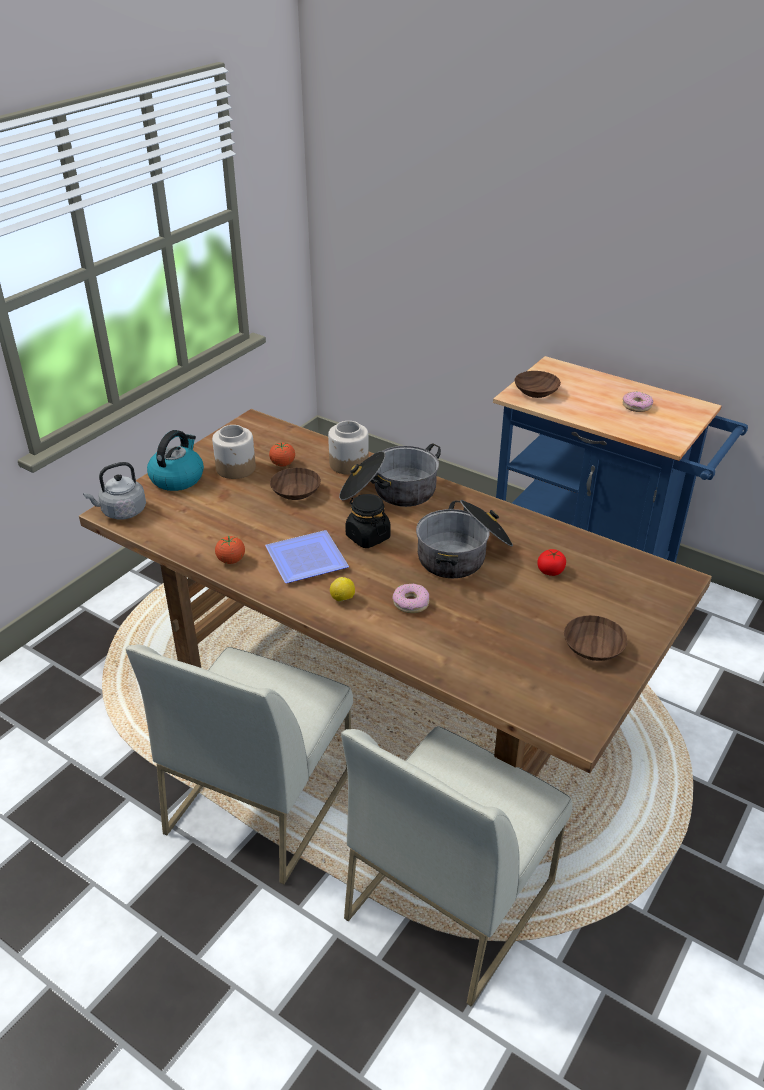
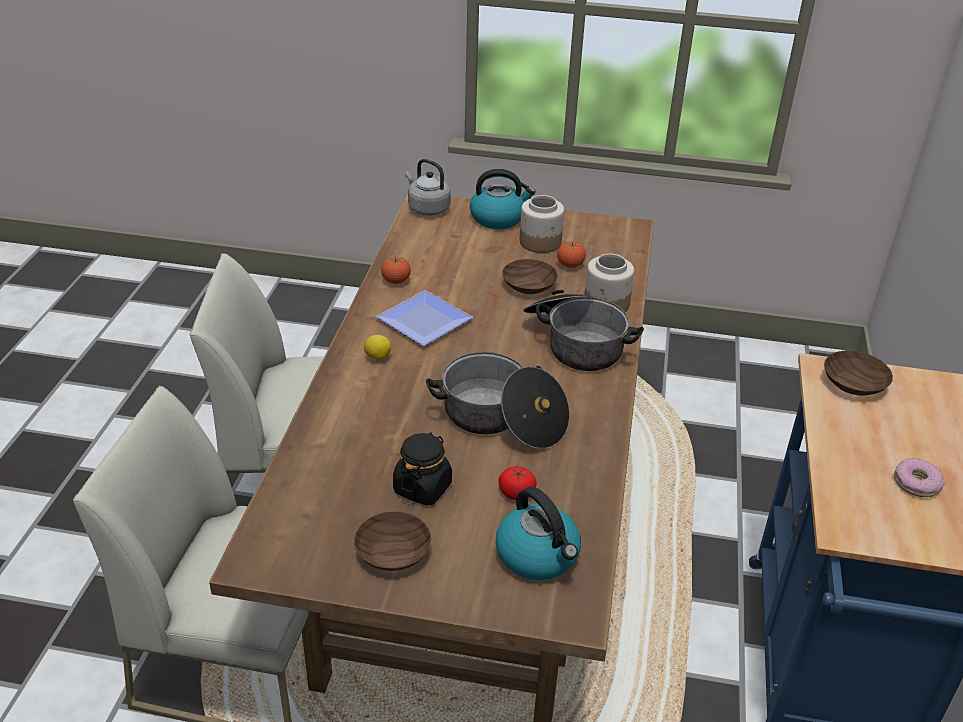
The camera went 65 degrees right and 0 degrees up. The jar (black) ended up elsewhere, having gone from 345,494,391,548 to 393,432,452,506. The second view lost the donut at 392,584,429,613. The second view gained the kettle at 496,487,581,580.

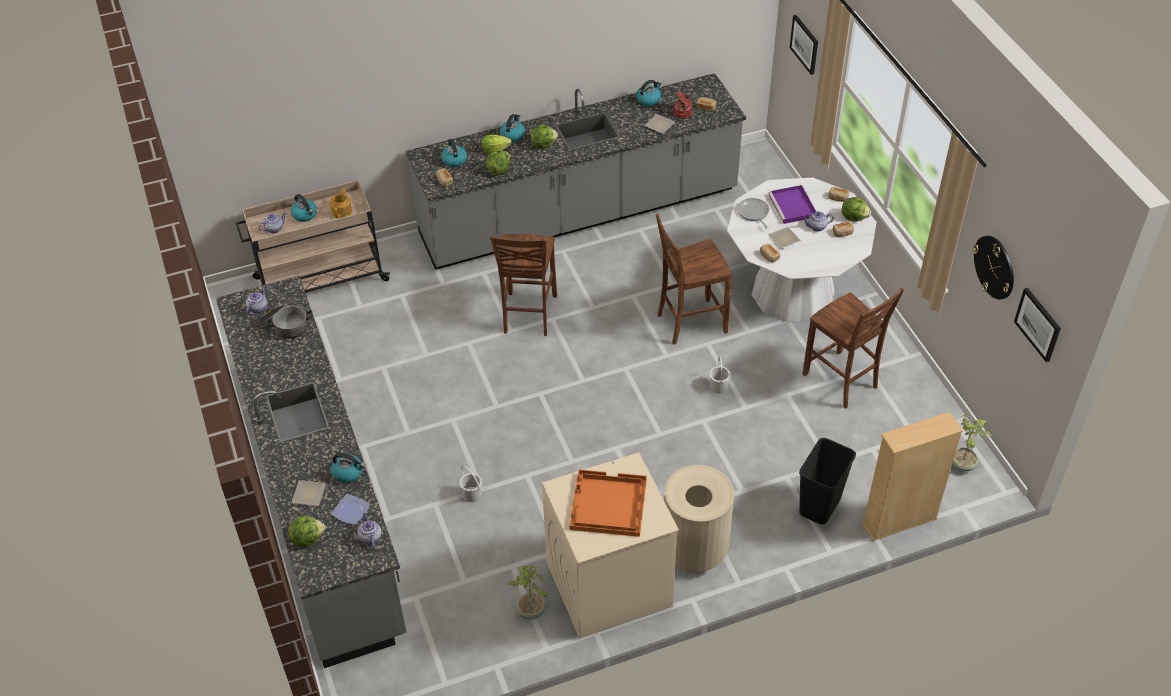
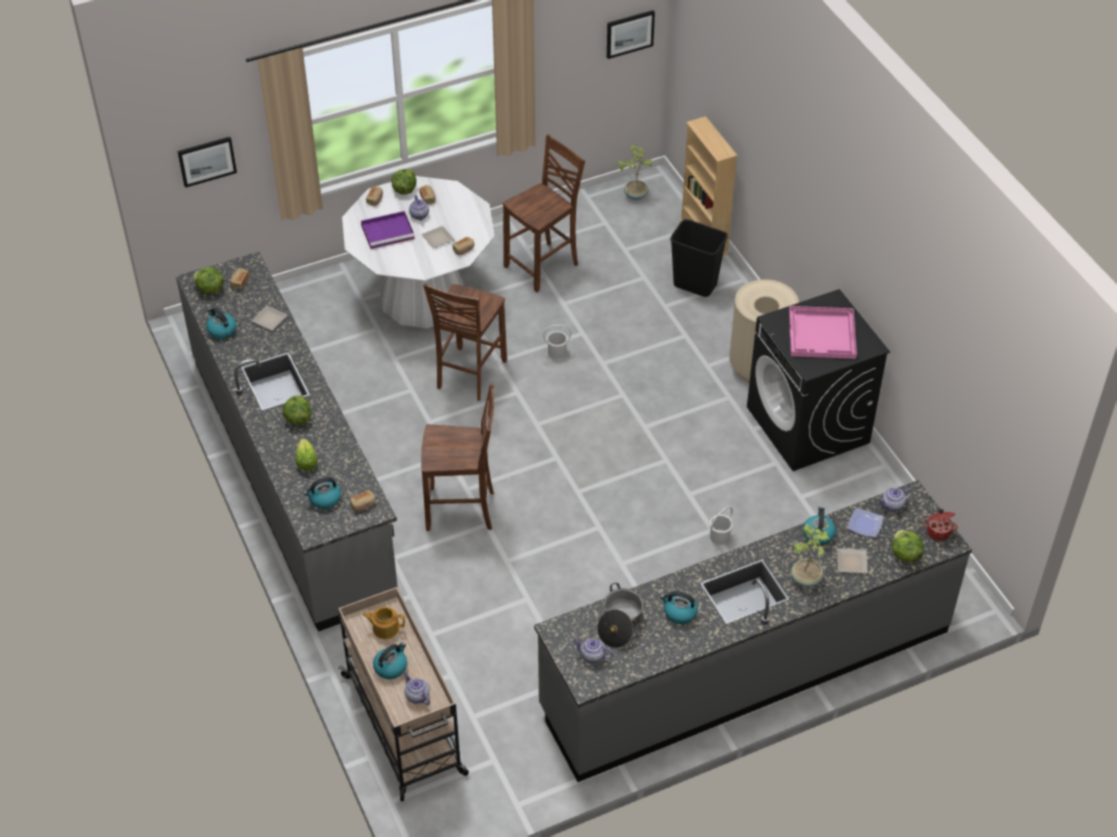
The camera went 95 degrees left and 0 degrees up. The cooking pot ended up elsewhere, having gone from 673,92,692,119 to 923,509,958,541. The kettle ended up elsewhere, having gone from 500,114,525,142 to 660,591,698,624. The lettuce ended up elsewhere, having gone from 486,150,510,175 to 193,267,224,294. The second view lost the frying pan at 738,198,769,229. The chair (brown) at 656,214,732,345 ended up facing another way, 45 degrees clockwise from before. The second view lost the wall clock at 973,236,1014,300. What was the washing machine (beige) at 542,452,679,639 turned into the washing machine (black) at 747,289,890,471. What was the tray (orange) at 569,470,647,537 turned into the tray (pink) at 789,306,857,359. The potted plant ended up elsewhere, having gone from 508,565,547,620 to 791,524,830,587.

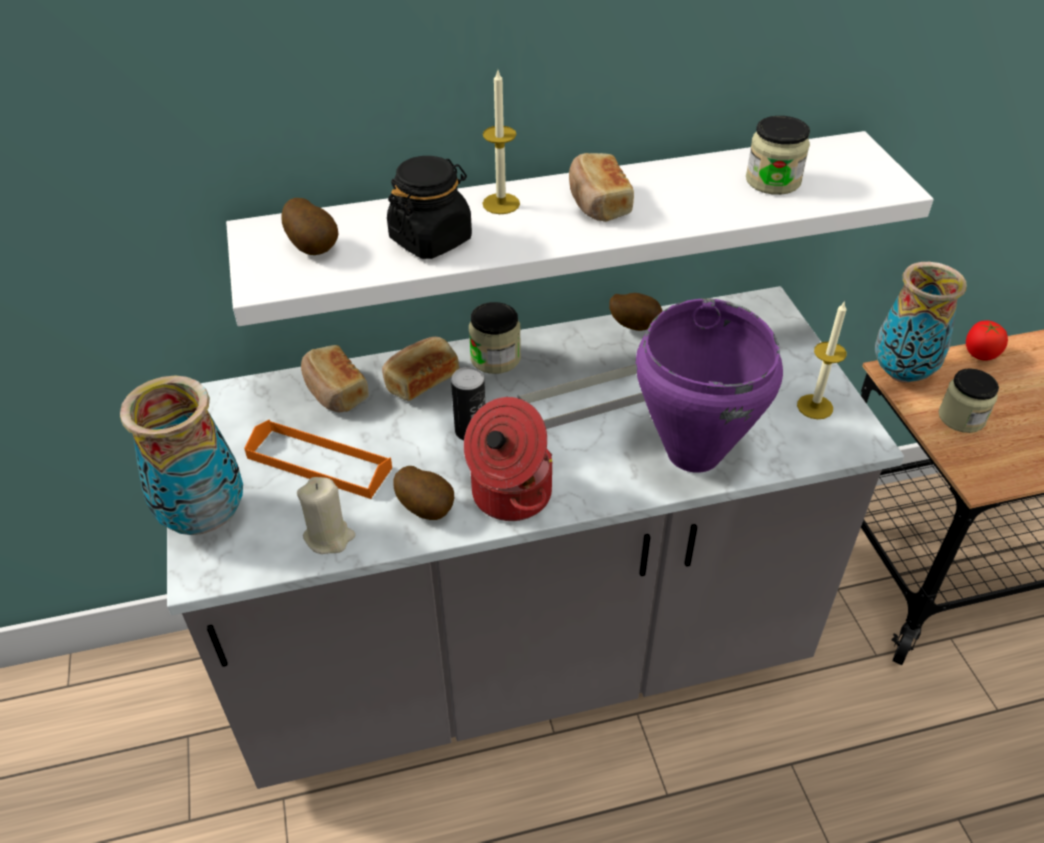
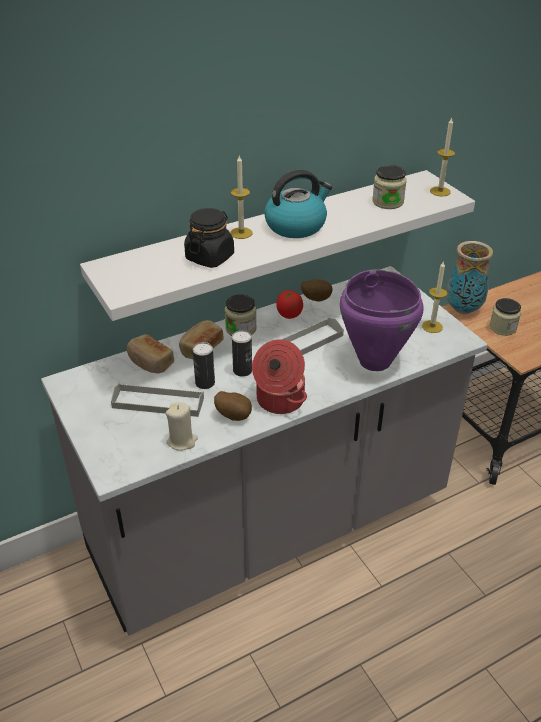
The camera went 15 degrees left and 5 degrees down. Where the bread stood at 569,153,634,222, the kettle came to stand at 264,170,332,238. The second view lost the potato at 281,198,339,255. The tomato ended up elsewhere, having gone from 966,320,1008,361 to 276,290,303,319. The second view lost the vase at 120,376,243,535. What was the tray (orange) at 244,420,392,499 turned into the tray (grey) at 111,383,204,417. The second view gained the candle at 430,118,455,197. The second view gained the can at 193,342,215,389.

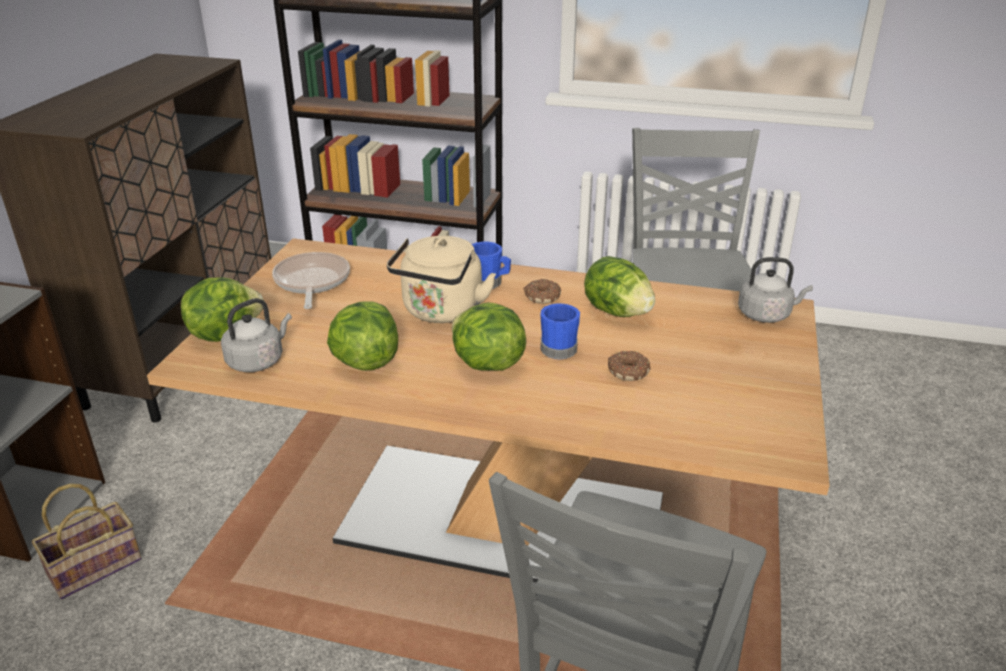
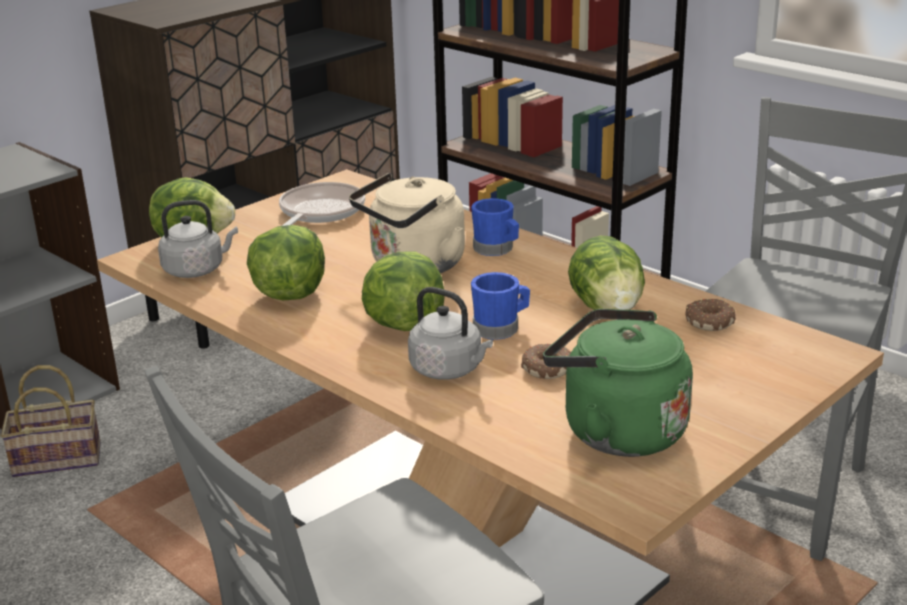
The camera went 30 degrees right and 5 degrees down. The kettle (grey) ended up elsewhere, having gone from 738,257,813,323 to 408,287,493,380. The donut ended up elsewhere, having gone from 523,279,561,304 to 685,299,736,331. The second view gained the kettle (green) at 543,309,693,457.

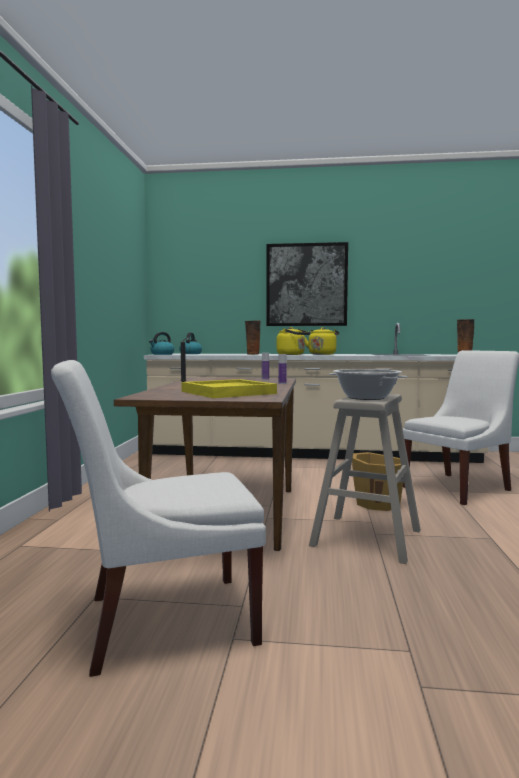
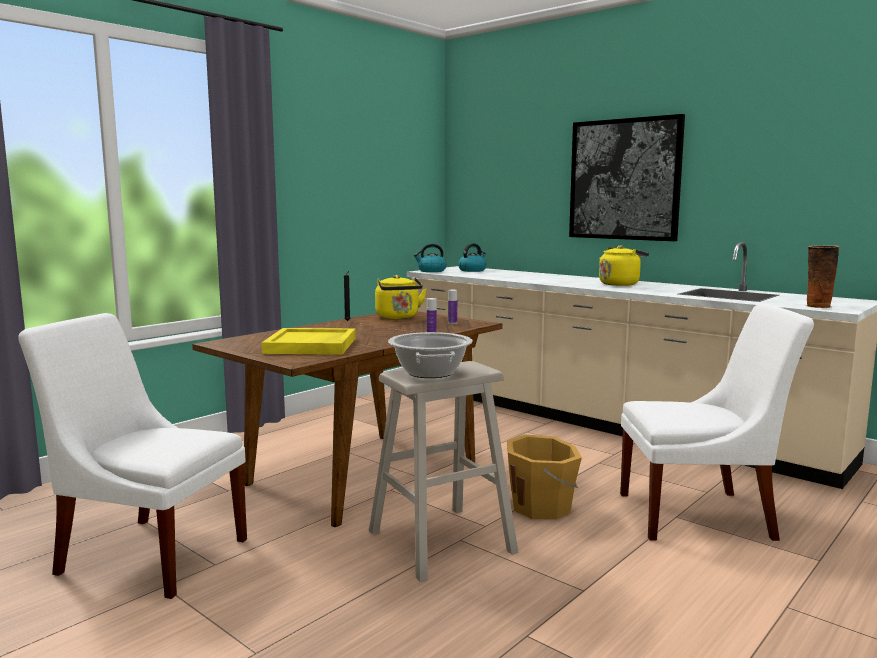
The camera went 35 degrees right and 5 degrees up. The second view lost the vase at 245,320,261,355. The kettle (yellow) ended up elsewhere, having gone from 276,327,310,355 to 375,275,427,319.

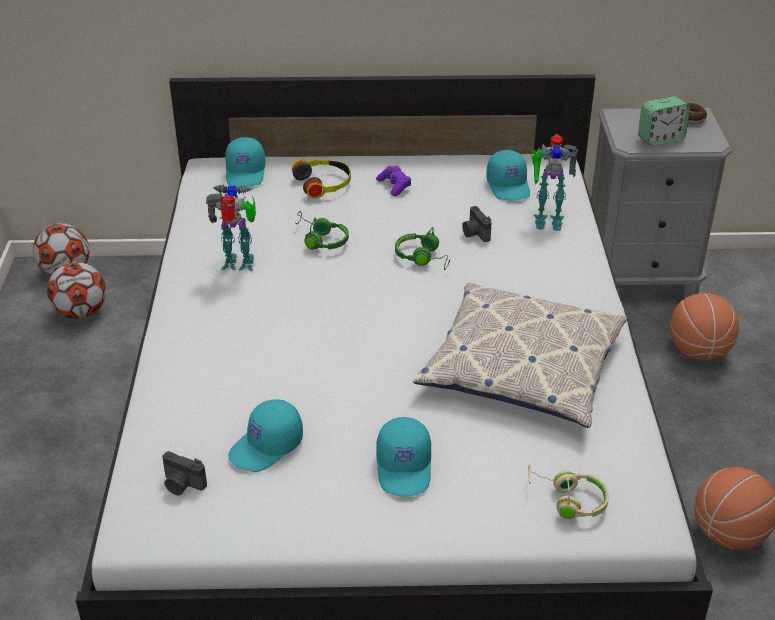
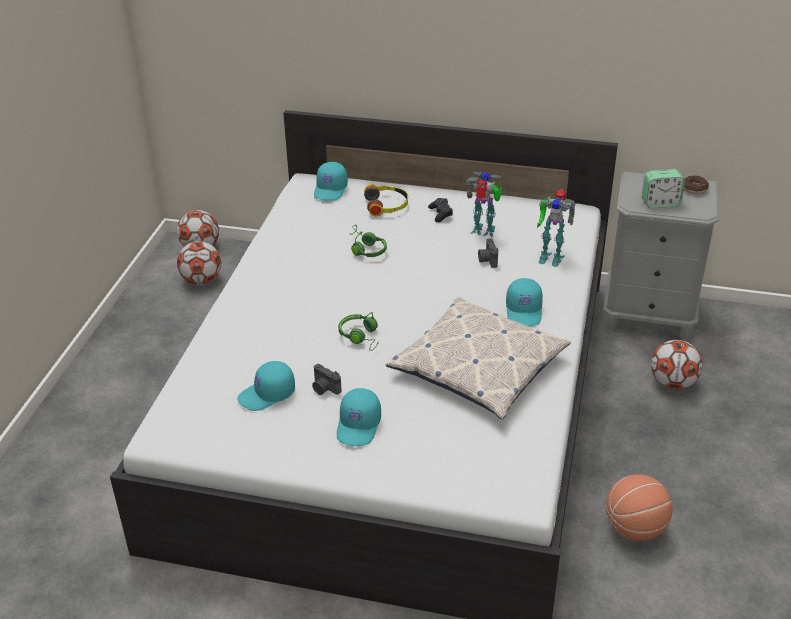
The camera went 15 degrees right and 0 degrees up. The cap (turquoise) ended up elsewhere, having gone from 486,150,530,200 to 506,278,543,326. What was the game controller (purple) at 376,166,411,196 turned into the game controller (black) at 428,198,453,222. The toy robot ended up elsewhere, having gone from 206,185,257,271 to 466,171,502,237. The headphones (green) ended up elsewhere, having gone from 395,227,450,270 to 338,312,378,351. Where the basketball stood at 670,293,739,360, the football came to stand at 651,340,702,390. The photo camera ended up elsewhere, having gone from 162,451,207,495 to 312,364,342,395. The second view lost the headphones (beige) at 528,464,609,520.

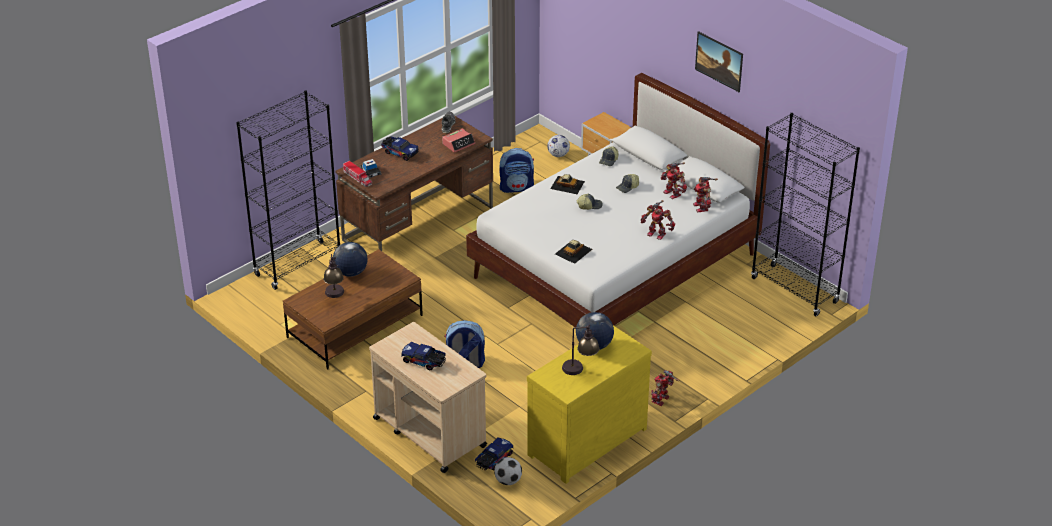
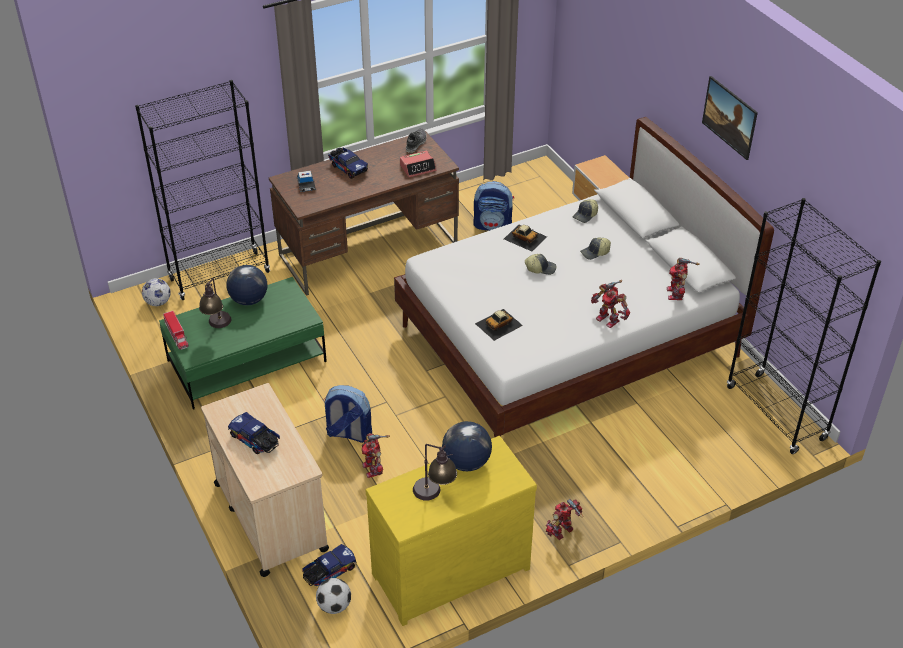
The camera went 15 degrees right and 5 degrees up. The football ended up elsewhere, having gone from 547,135,570,157 to 142,278,171,306. The toy truck ended up elsewhere, having gone from 343,161,372,187 to 163,311,189,350. The toy robot ended up elsewhere, having gone from 661,162,687,199 to 362,433,390,478. What was the coffee table (brown) at 283,249,423,369 turned into the coffee table (green) at 159,277,327,410.

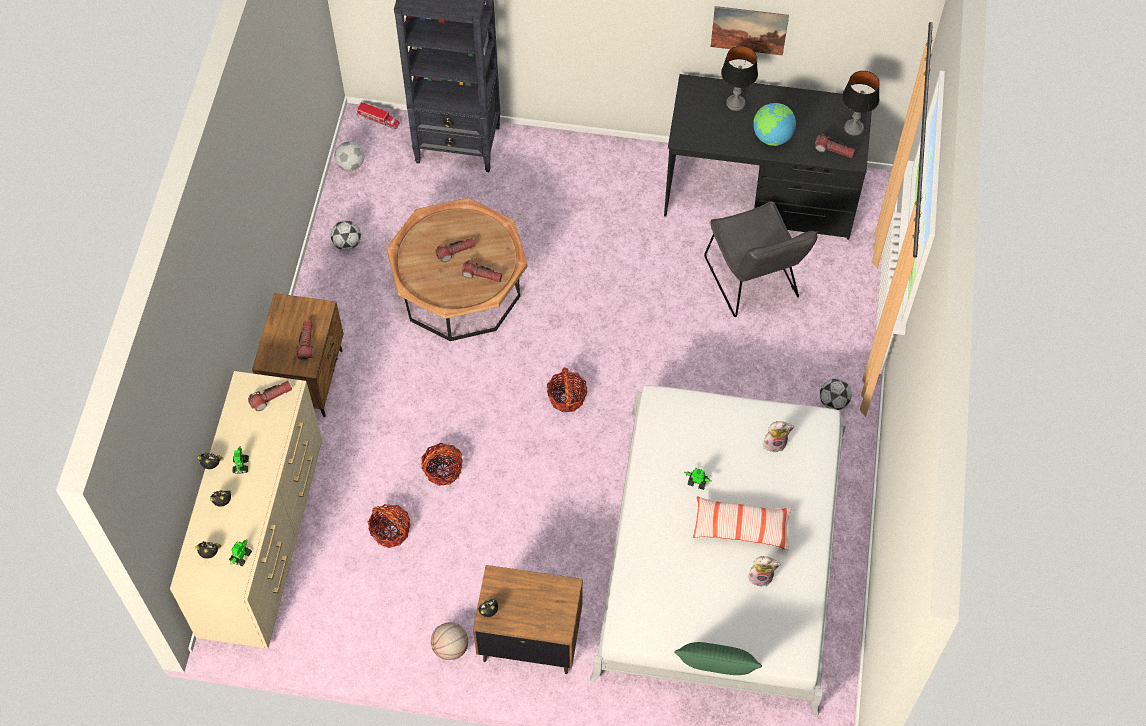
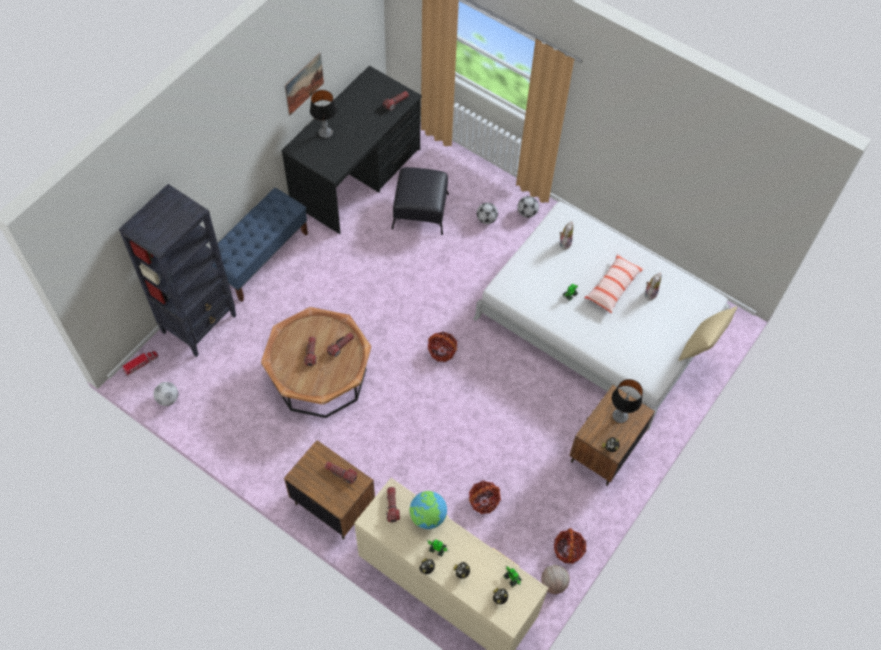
The camera went 65 degrees left and 0 degrees up. The table lamp ended up elsewhere, having gone from 842,71,880,136 to 612,379,643,423. The globe ended up elsewhere, having gone from 753,103,796,146 to 409,491,447,529. Where the chair (grey) stood at 704,202,818,317, the ottoman (black) came to stand at 392,167,449,235. The football ended up elsewhere, having gone from 331,220,361,251 to 476,203,498,224. The basket ended up elsewhere, having gone from 421,443,463,486 to 554,528,586,564. The basketball ended up elsewhere, having gone from 431,622,468,660 to 541,565,570,594. What was the pillow (green) at 674,642,762,675 turned into the pillow (beige) at 678,306,737,361. The second view gained the bench (blue) at 211,188,308,302.

